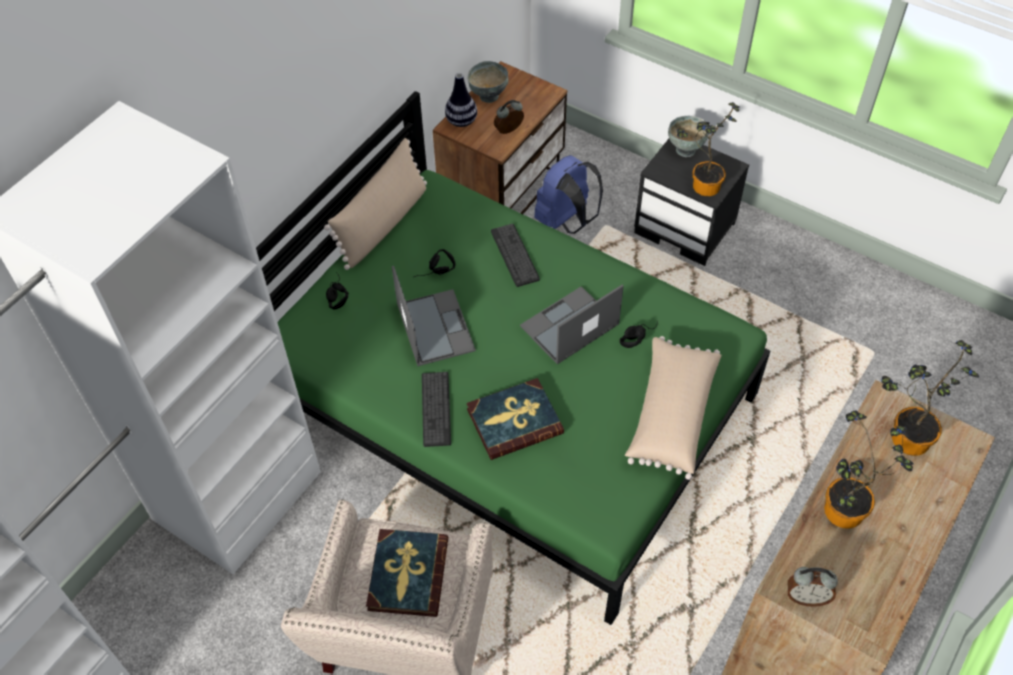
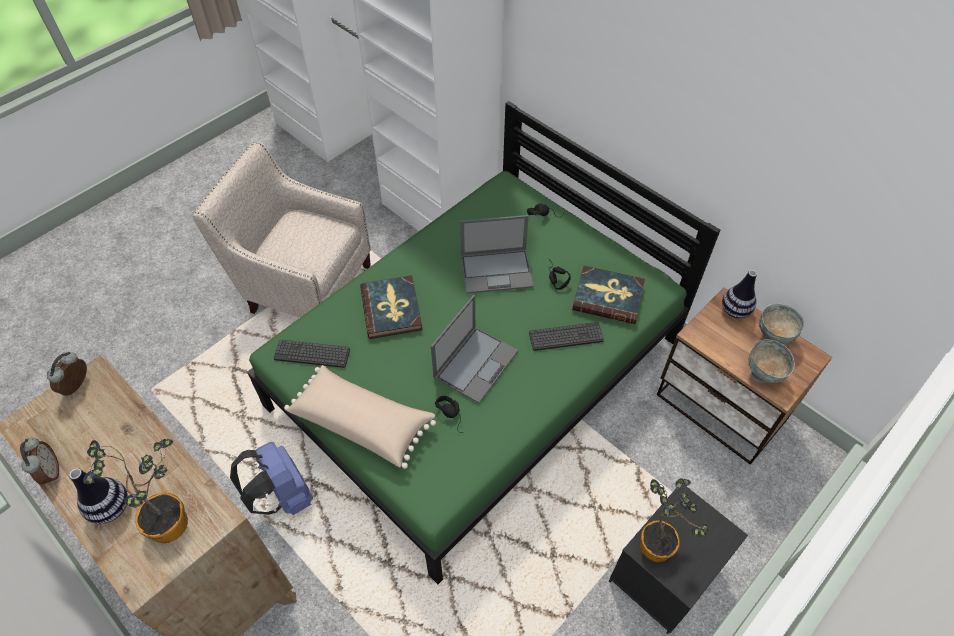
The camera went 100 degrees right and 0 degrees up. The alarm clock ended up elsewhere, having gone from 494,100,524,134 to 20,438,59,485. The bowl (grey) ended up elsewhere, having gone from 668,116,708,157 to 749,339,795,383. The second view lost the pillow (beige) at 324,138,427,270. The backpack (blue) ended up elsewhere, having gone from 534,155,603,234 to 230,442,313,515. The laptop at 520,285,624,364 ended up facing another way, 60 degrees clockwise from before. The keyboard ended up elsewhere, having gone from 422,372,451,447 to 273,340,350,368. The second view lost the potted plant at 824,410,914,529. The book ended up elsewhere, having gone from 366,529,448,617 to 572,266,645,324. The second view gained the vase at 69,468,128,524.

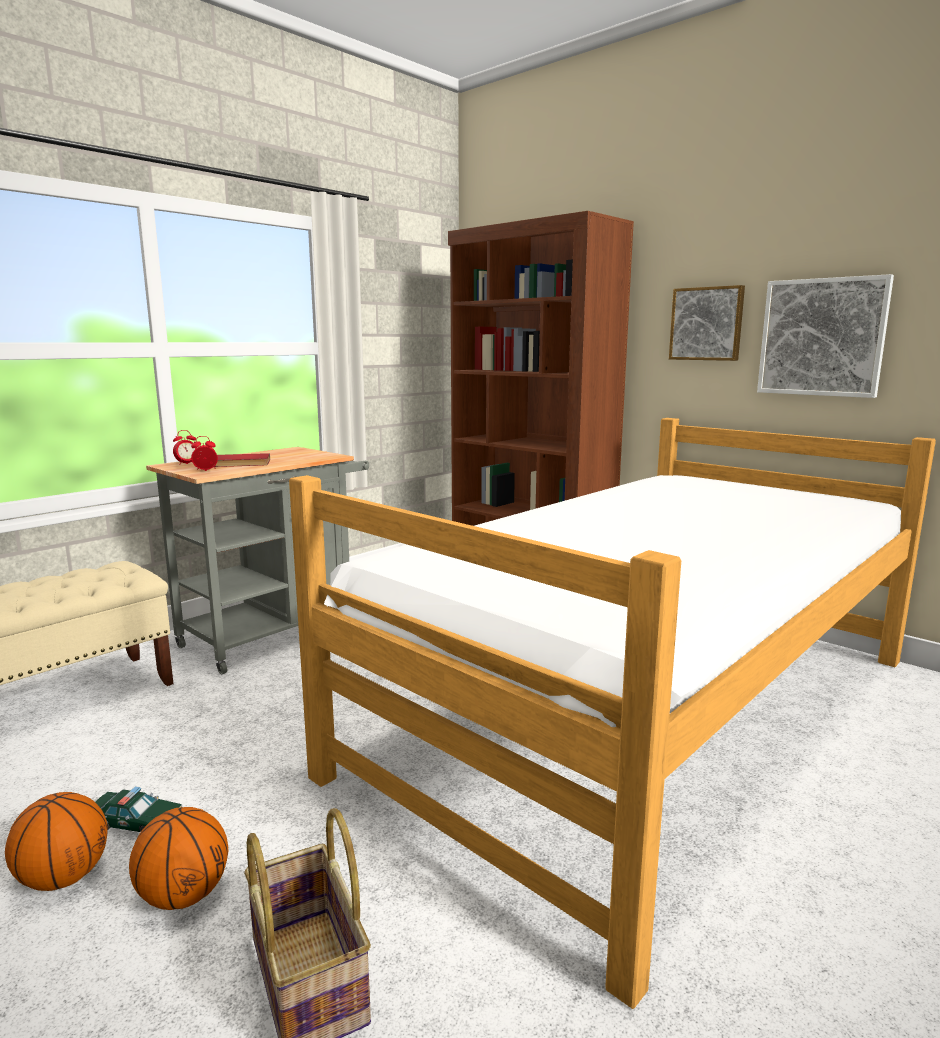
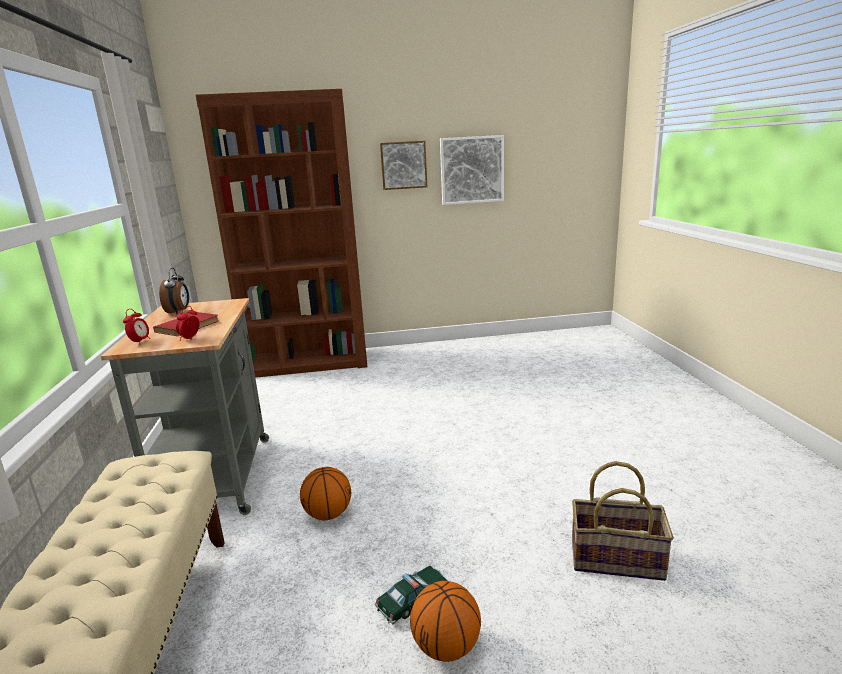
The camera went 50 degrees left and 5 degrees up. The second view lost the bed at 289,418,936,1009. The basketball ended up elsewhere, having gone from 129,807,228,910 to 300,467,351,520. The second view gained the alarm clock at 159,268,189,315.

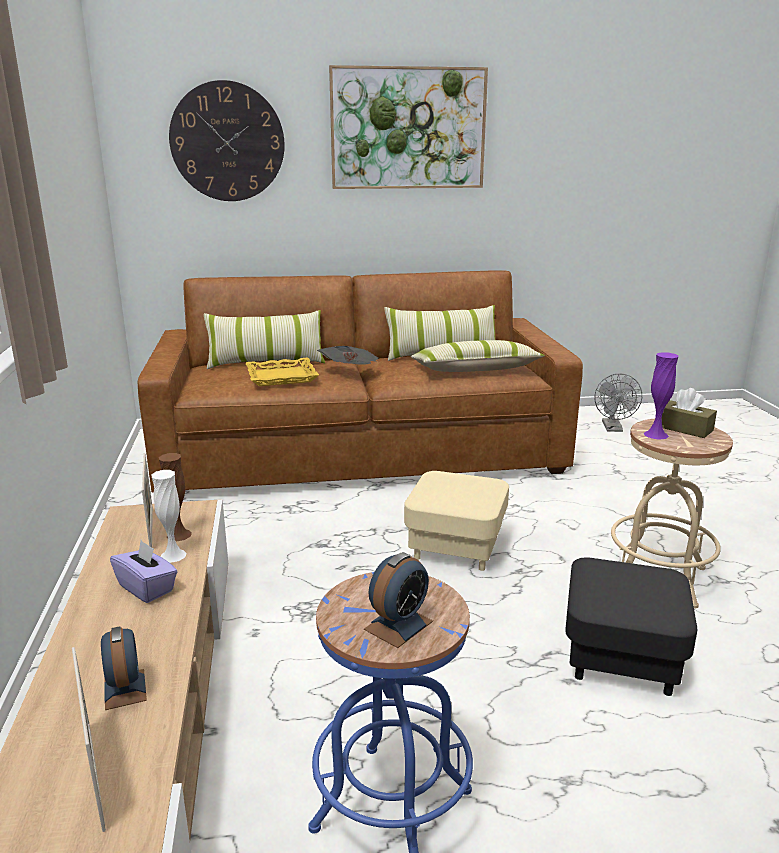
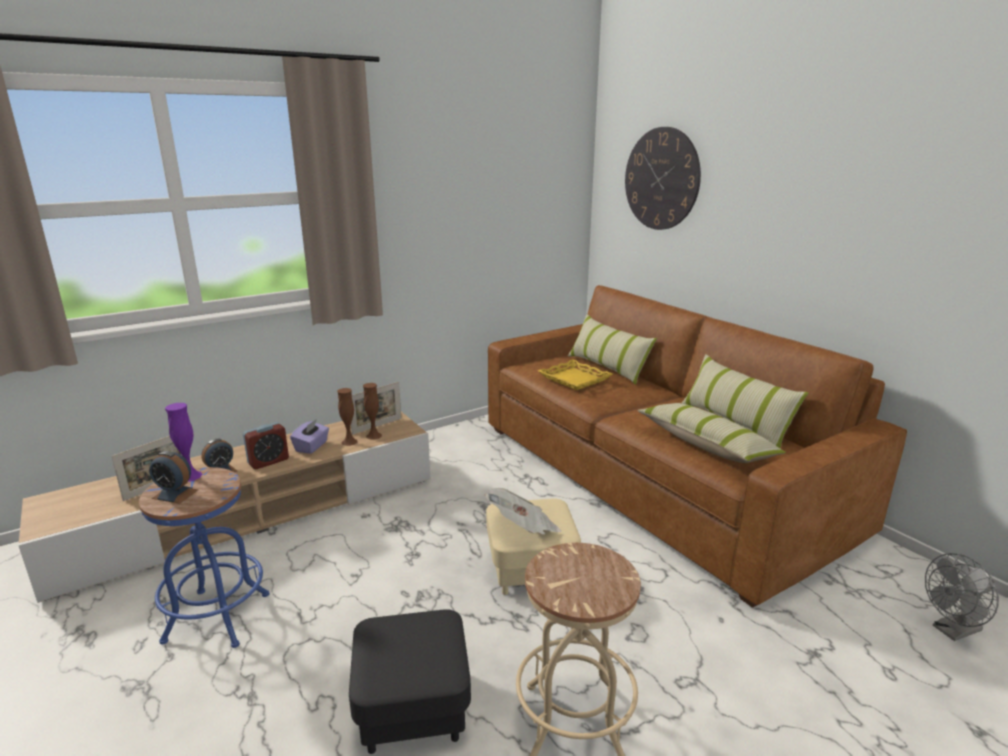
The camera went 65 degrees right and 0 degrees up. The second view lost the picture at 329,65,488,189. The newspaper ended up elsewhere, having gone from 317,346,379,364 to 485,488,562,535. The vase (purple) ended up elsewhere, having gone from 644,352,678,440 to 165,403,203,482. The second view lost the tissue box (brown) at 662,388,717,438. What was the vase (white) at 152,470,187,563 turned into the vase (brown) at 337,388,358,446. The second view gained the alarm clock at 243,422,289,469.

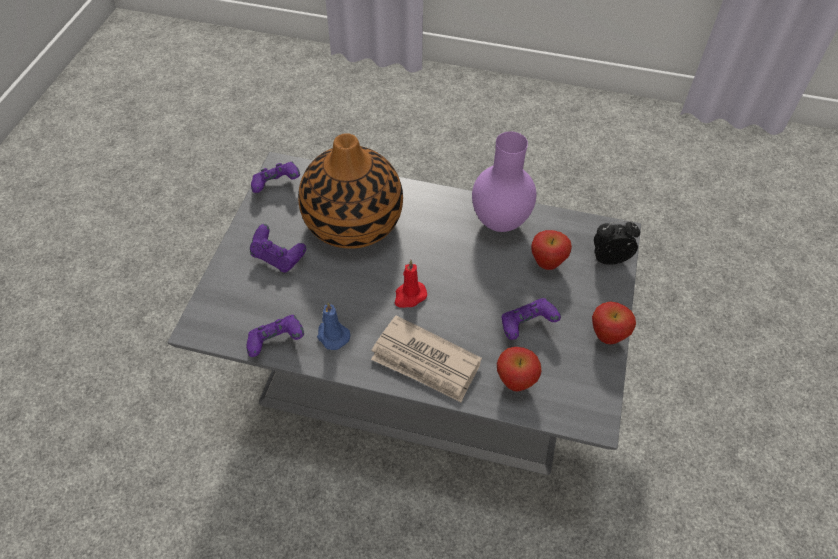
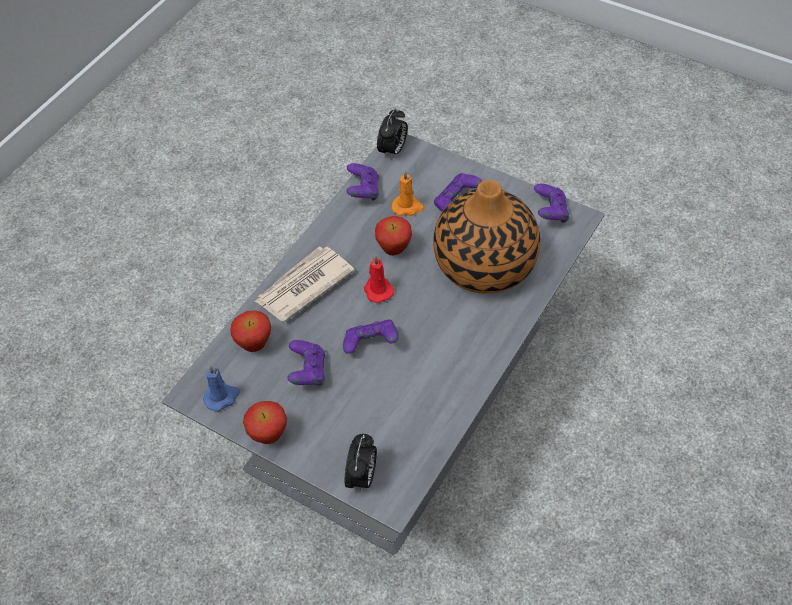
The camera went 110 degrees right and 0 degrees up. The second view lost the vase (purple) at 472,131,537,232. The apple ended up elsewhere, having gone from 531,230,572,270 to 375,216,412,255. The candle (blue) ended up elsewhere, having gone from 317,302,350,350 to 203,365,240,411. The second view gained the alarm clock at 377,108,407,159. The second view gained the candle (orange) at 392,170,425,216. The second view gained the game controller (purple) at 343,319,399,354.

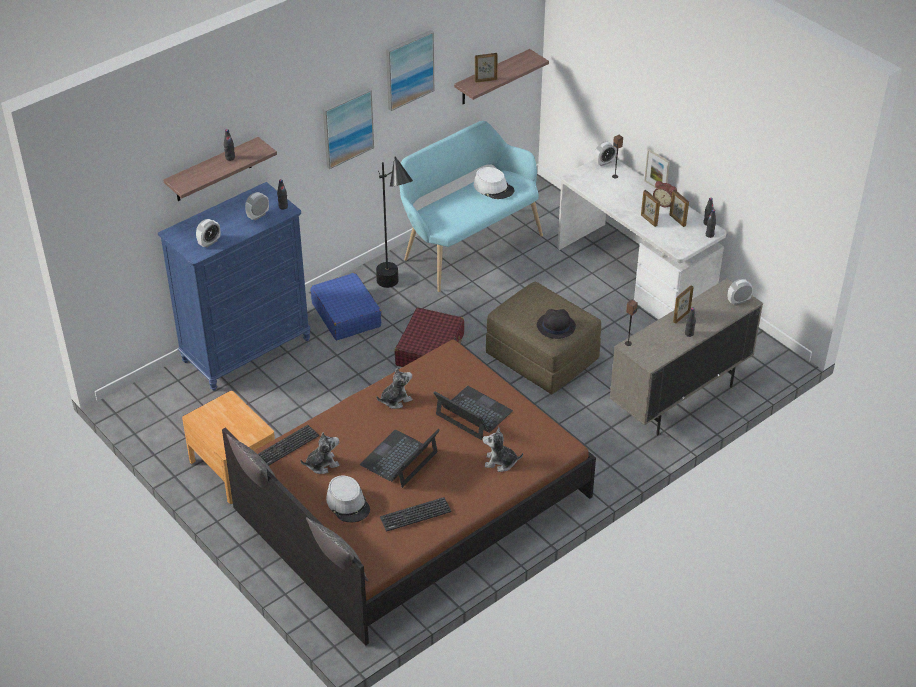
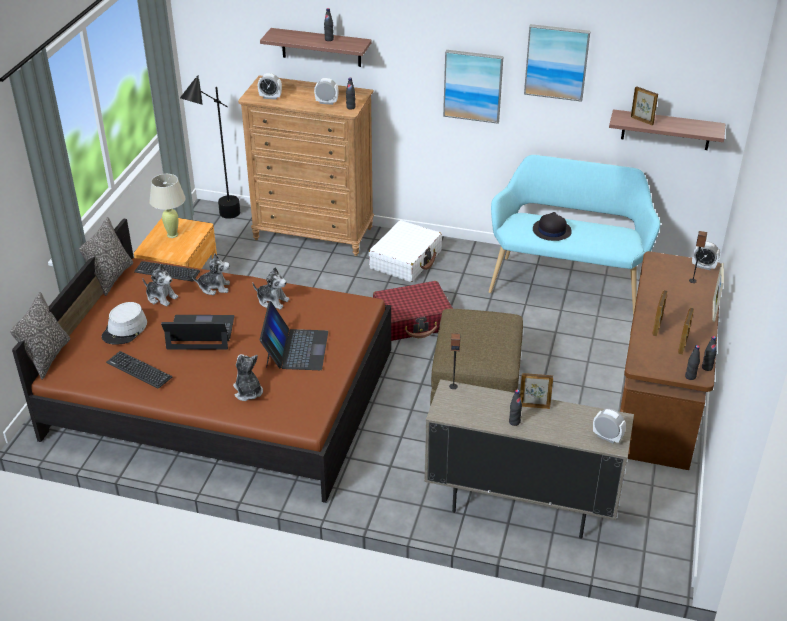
The camera went 55 degrees right and 5 degrees down. The floor lamp (black) ended up elsewhere, having gone from 376,156,413,288 to 180,75,240,219. What was the desk (white) at 558,158,726,320 turned into the desk (brown) at 620,251,721,470. The second view lost the hat (white) at 474,167,514,199. The second view lost the alarm clock at 653,181,677,207. What was the dresser (blue) at 158,182,310,391 turned into the dresser (brown) at 238,75,374,256. What was the suitcase (blue) at 310,273,382,340 turned into the suitcase (white) at 369,220,442,282. The hat (black) ended up elsewhere, having gone from 537,309,576,339 to 533,212,572,241. The second view gained the table lamp (beige) at 149,174,186,238. The second view gained the plush toy at 192,253,230,295.

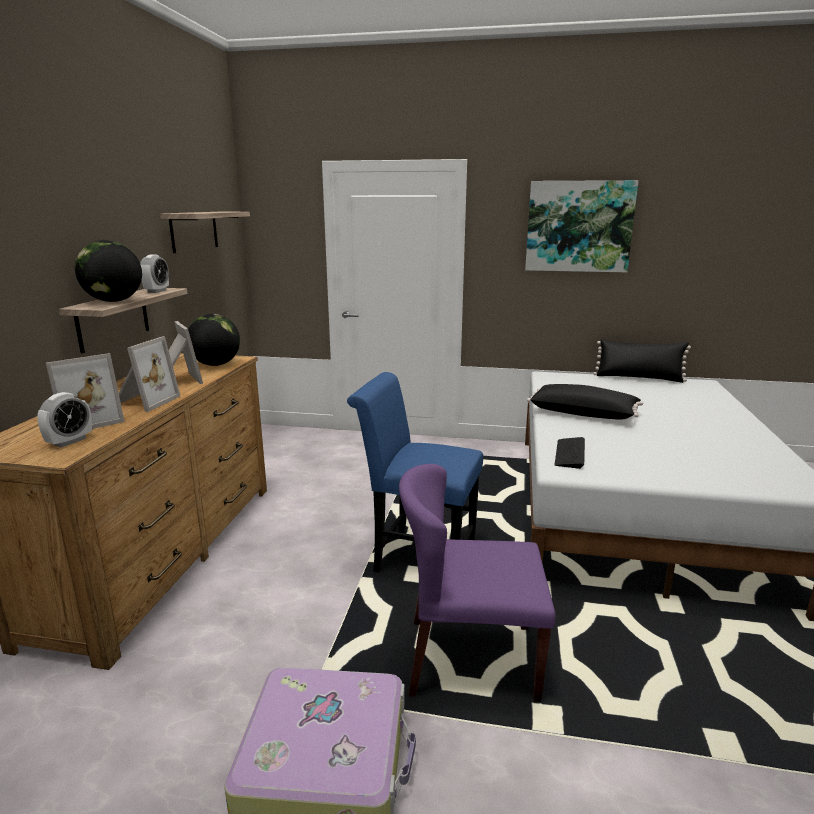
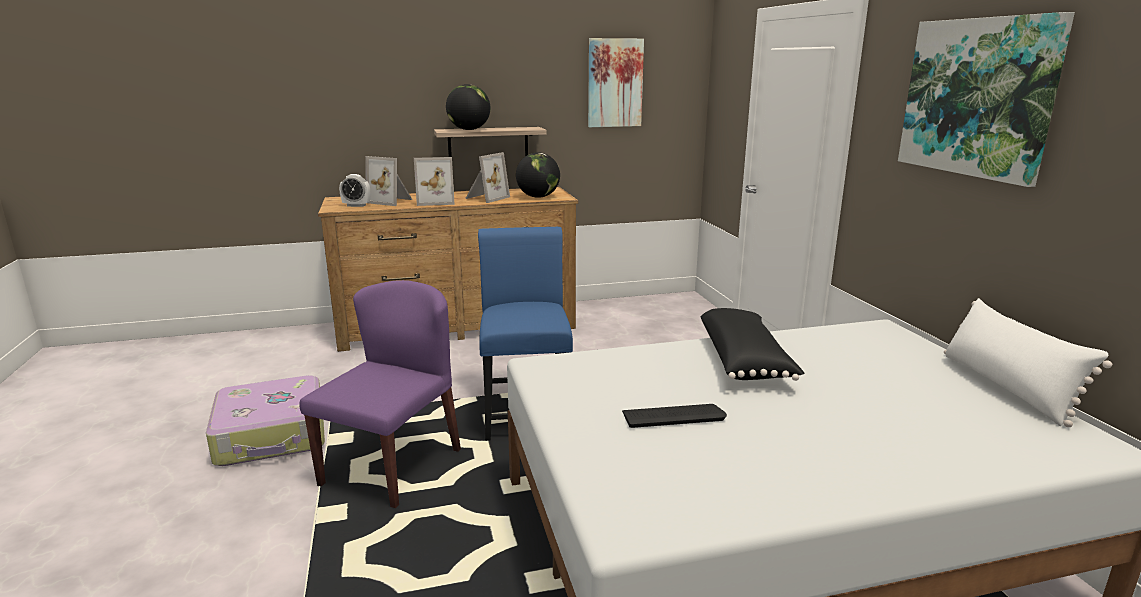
The camera went 65 degrees right and 0 degrees up. Where the shelf hung at 160,212,250,253, the picture came to hang at 588,38,644,127. The second view lost the alarm clock at 140,255,169,293. What was the pillow (black) at 593,339,691,383 turned into the pillow (white) at 944,298,1112,427. The keyboard ended up elsewhere, having gone from 555,437,585,469 to 622,404,727,428. The chair (purple) at 399,464,556,702 ended up facing another way, 45 degrees clockwise from before.

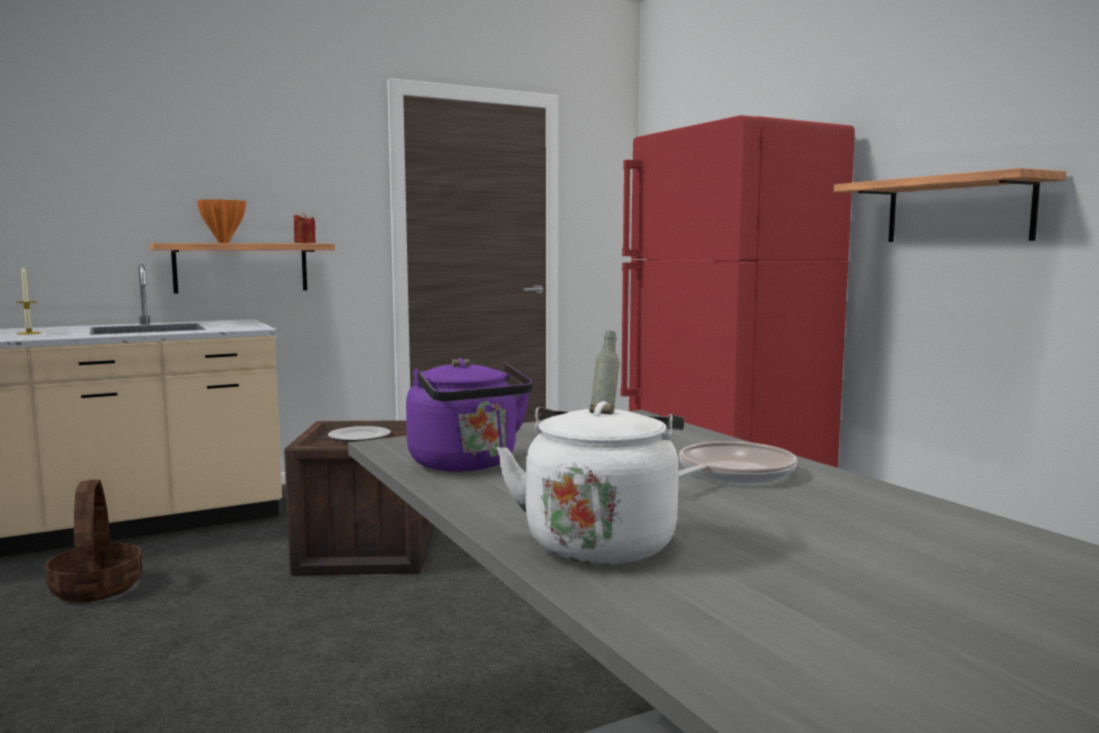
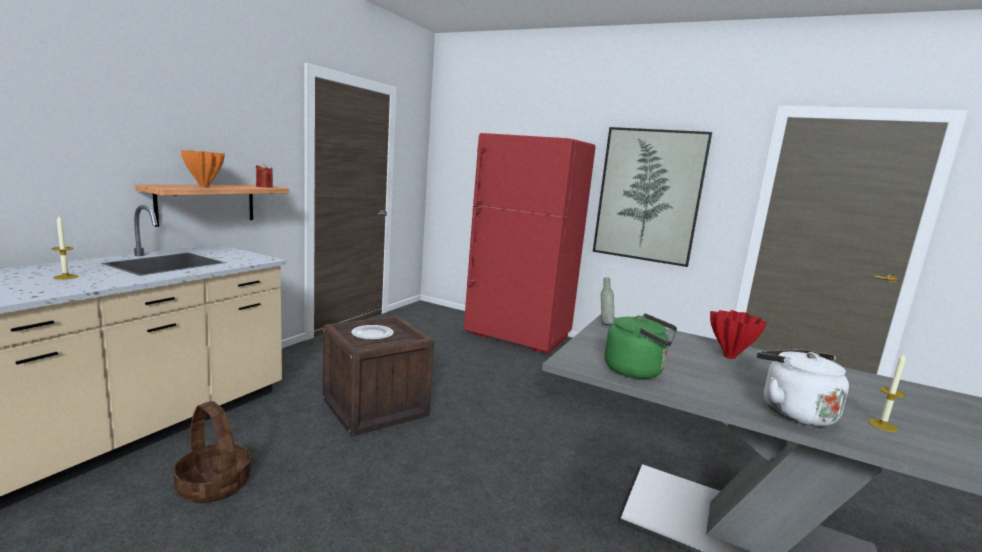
The camera went 35 degrees left and 5 degrees up. Where the shelf hung at 833,168,1066,242, the picture came to hang at 593,127,712,267. What was the kettle (purple) at 406,358,533,472 turned into the kettle (green) at 605,313,677,379. Where the frying pan stood at 678,441,797,483, the vase (red) came to stand at 710,310,767,359. The second view gained the candle at 868,354,906,432.

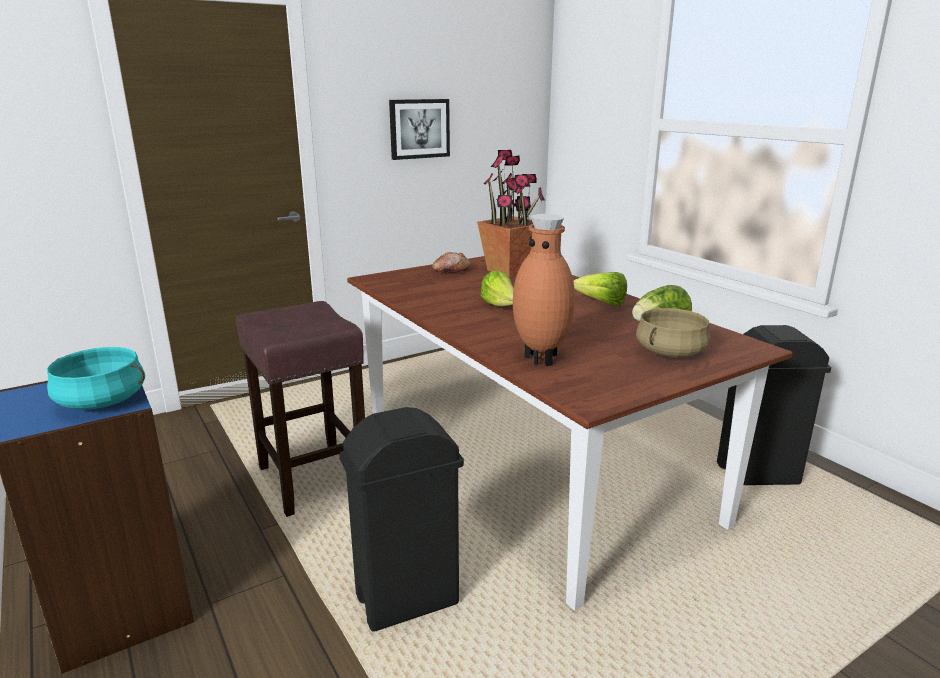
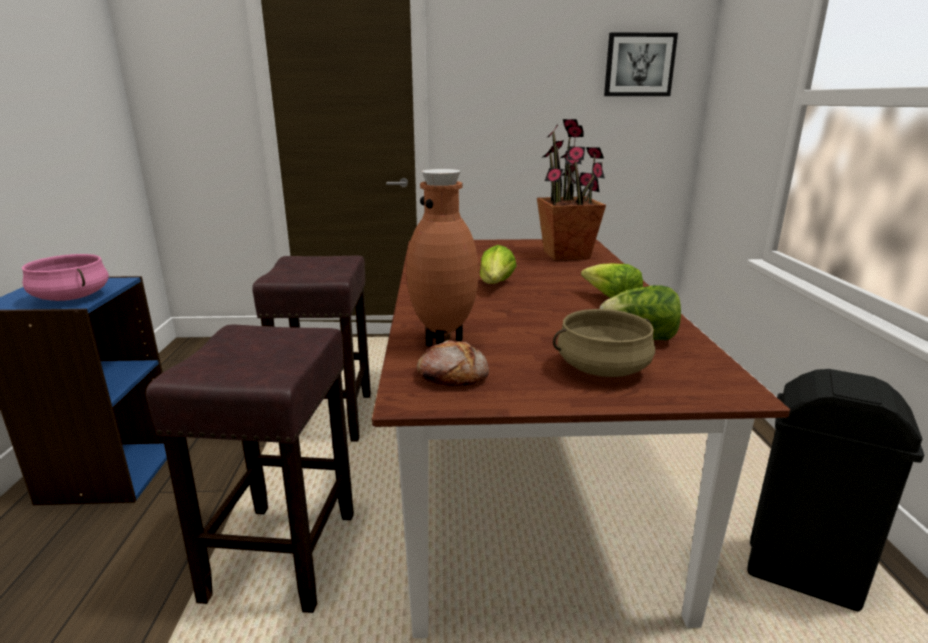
The camera went 30 degrees right and 0 degrees up. The picture ended up elsewhere, having gone from 389,99,450,160 to 604,32,678,96. The bread ended up elsewhere, having gone from 432,252,471,273 to 417,340,489,386. What was the cooking pot (turquoise) at 47,347,145,410 turned into the cooking pot (pink) at 22,254,109,301. Where the trash can (black) stood at 339,407,464,632, the stool (brown) came to stand at 146,324,354,613.

